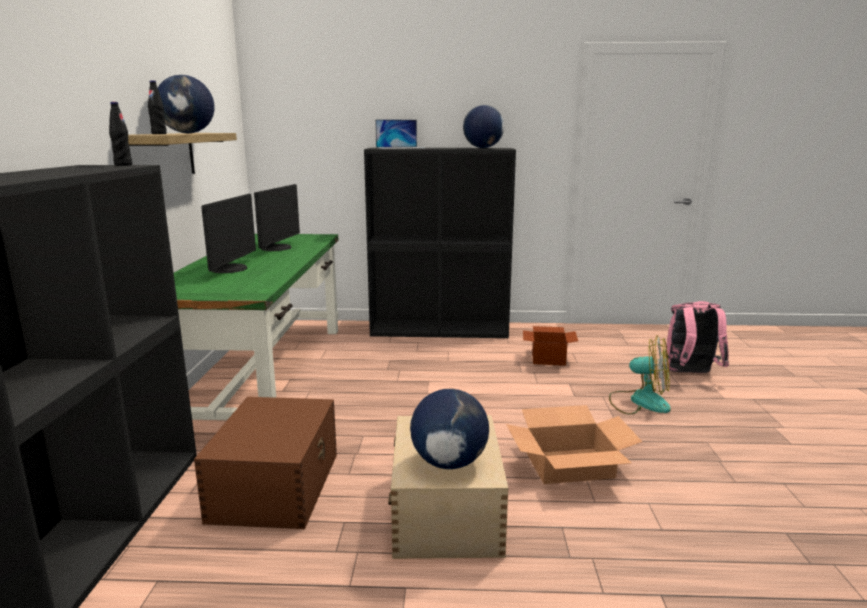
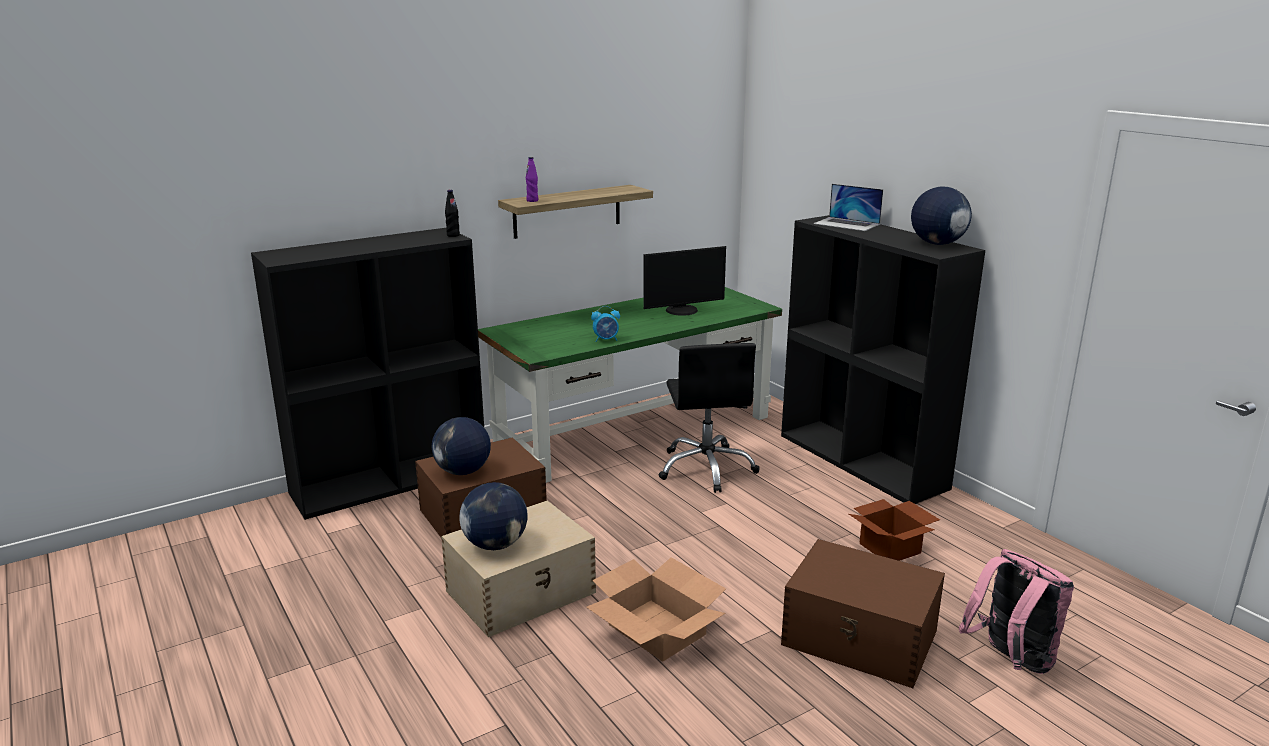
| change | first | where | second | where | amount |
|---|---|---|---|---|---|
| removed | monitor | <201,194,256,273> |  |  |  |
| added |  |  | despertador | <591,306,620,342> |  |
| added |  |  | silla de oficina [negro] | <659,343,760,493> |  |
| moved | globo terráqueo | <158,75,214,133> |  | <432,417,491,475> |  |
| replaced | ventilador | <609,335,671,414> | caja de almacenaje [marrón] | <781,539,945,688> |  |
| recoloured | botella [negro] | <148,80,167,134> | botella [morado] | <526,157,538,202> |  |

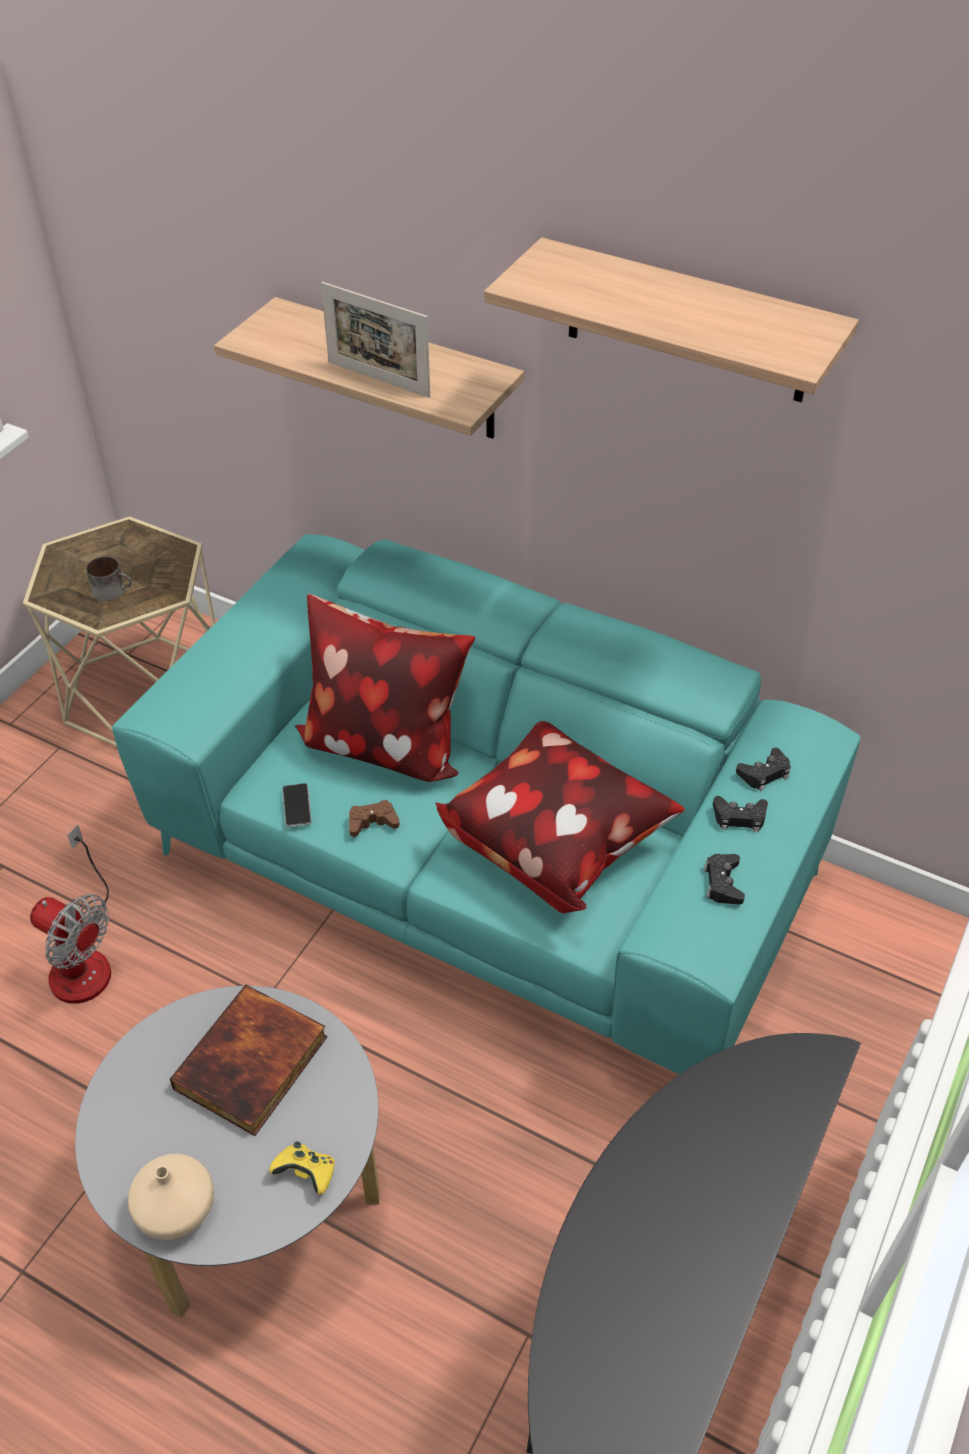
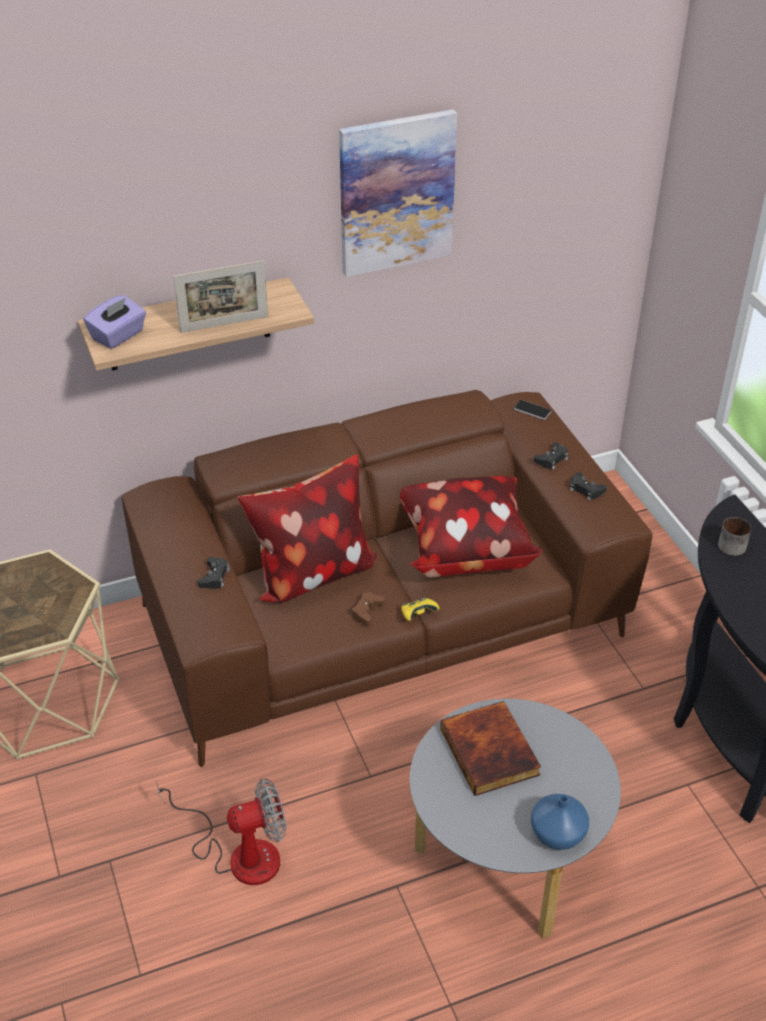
| change | first | where | second | where | amount |
|---|---|---|---|---|---|
| added |  |  | caja de pañuelos [morado] | <84,295,146,349> |  |
| moved | taza grande | <86,556,132,601> |  | <718,517,751,556> |  |
| moved | mando de consola [amarillo] | <269,1141,335,1195> |  | <401,598,439,621> |  |
| moved | móvil | <282,783,312,827> |  | <514,400,551,420> |  |
| moved | mando de consola [negro] | <736,748,791,791> |  | <198,557,230,589> |  |
| replaced | estante | <484,237,859,402> | cuadro | <339,109,457,277> |  |
| recoloured | sofá [turquesa] | <112,534,860,1074> | sofá [marrón] | <121,390,653,767> |  |
| recoloured | florero [beis] | <128,1154,214,1240> | florero [azul] | <531,794,589,850> |  |

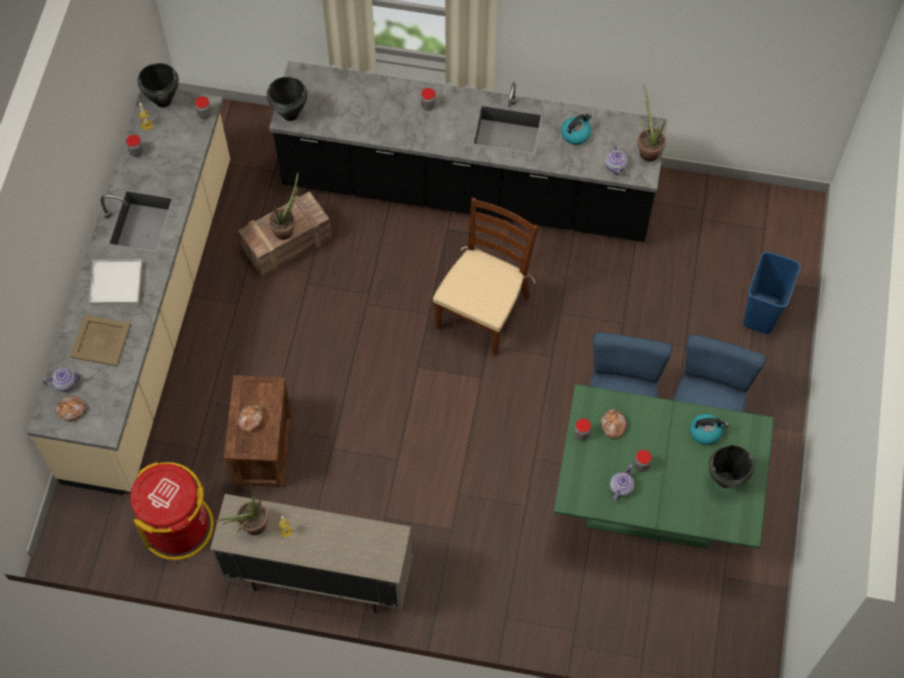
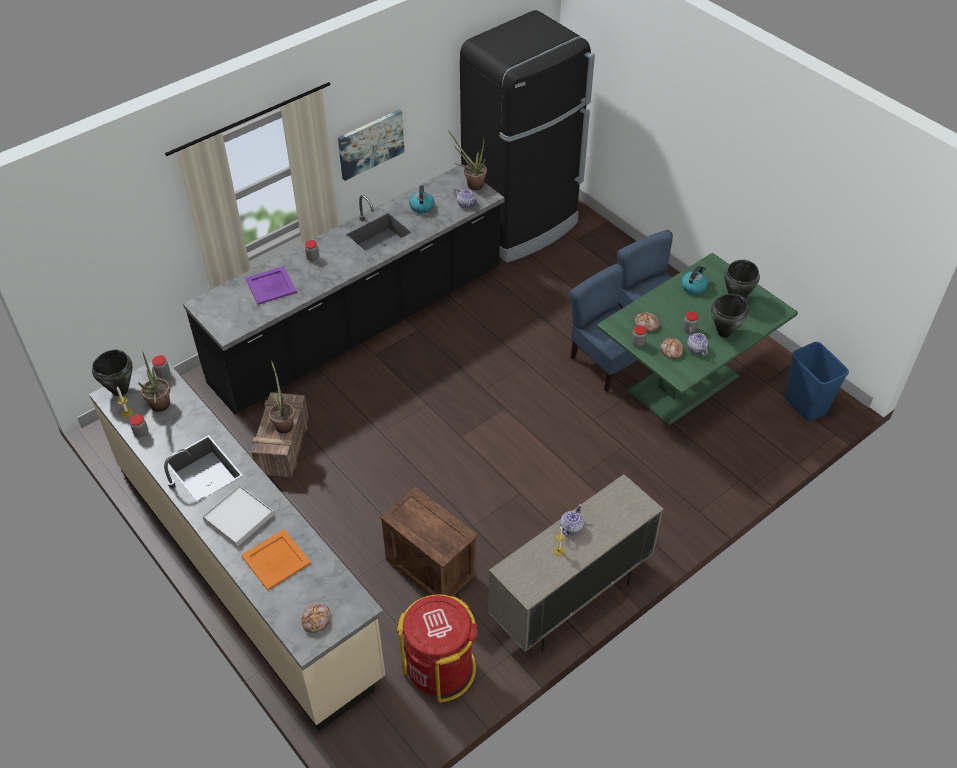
| change | first | where | second | where | amount |
|---|---|---|---|---|---|
| removed | silla [marrón] | <433,198,538,356> |  |  |  |
| added |  |  | bandeja [morado] | <245,266,297,305> |  |
| added |  |  | cuadro | <338,109,405,181> |  |
| added |  |  | nevera [negro] | <460,10,595,262> |  |
| moved | tetera | <43,368,82,392> |  | <560,504,584,537> |  |
| moved | planta en maceta | <215,488,268,535> |  | <138,350,170,412> |  |
| moved | pan | <238,405,264,432> |  | <661,337,684,359> |  |
| moved | olla [negro] | <267,77,308,121> |  | <711,294,748,337> |  |
| moved | papelera [azul] | <743,251,801,334> |  | <785,342,849,421> |  |
| recoloured | bandeja [beis] | <70,314,131,366> | bandeja [naranja] | <241,529,311,590> |  |

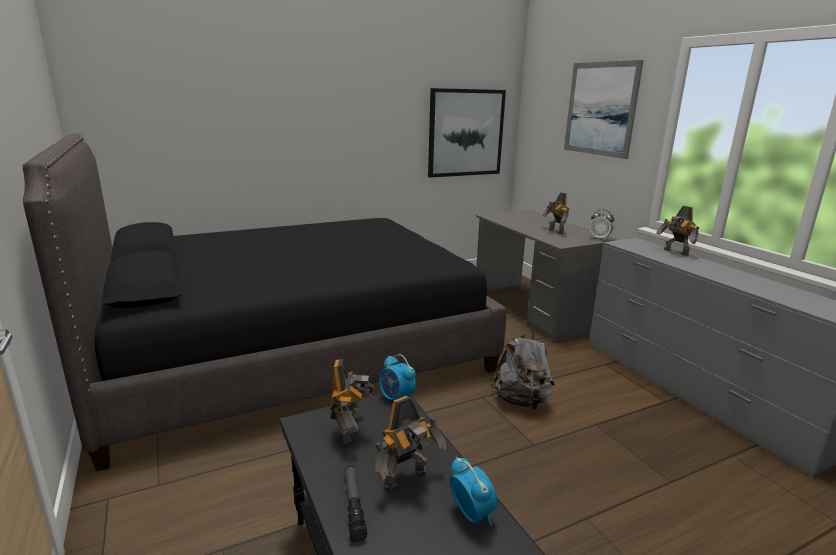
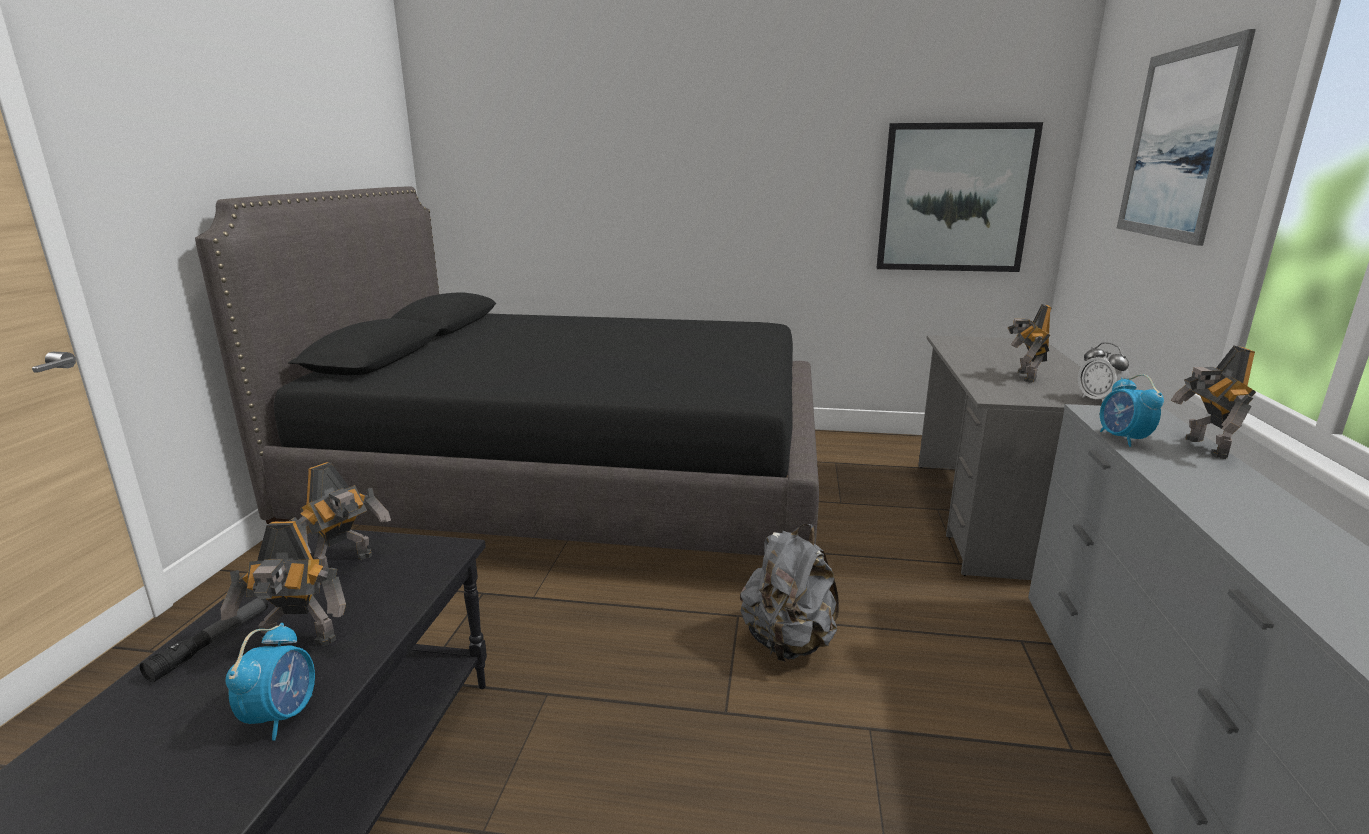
| change | first | where | second | where | amount |
|---|---|---|---|---|---|
| moved | despertador | <379,354,416,400> |  | <1100,374,1164,447> |  |

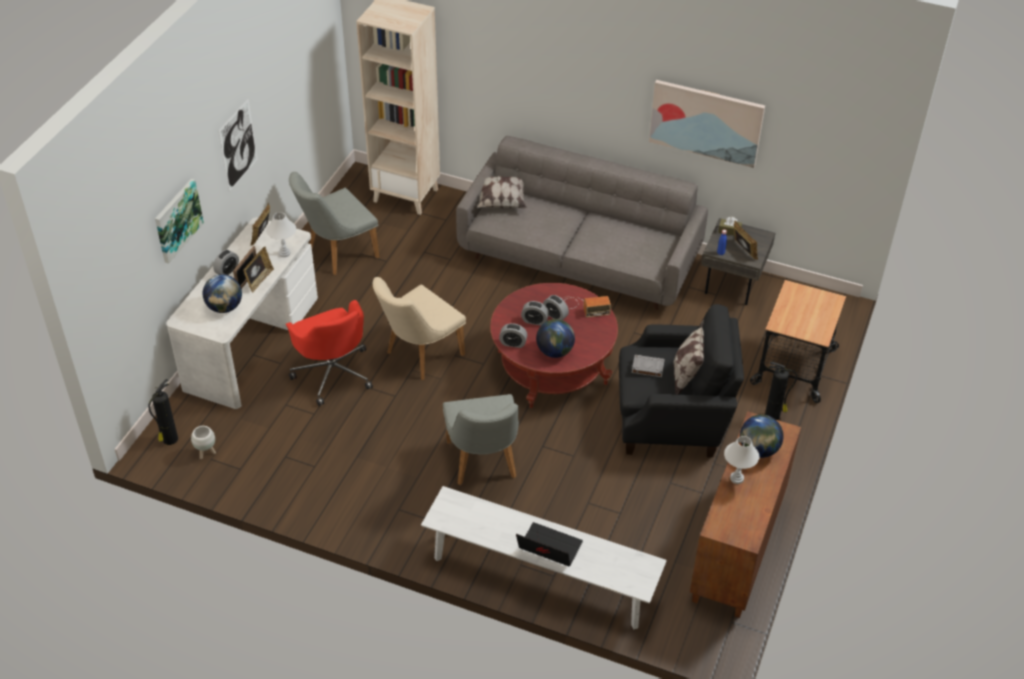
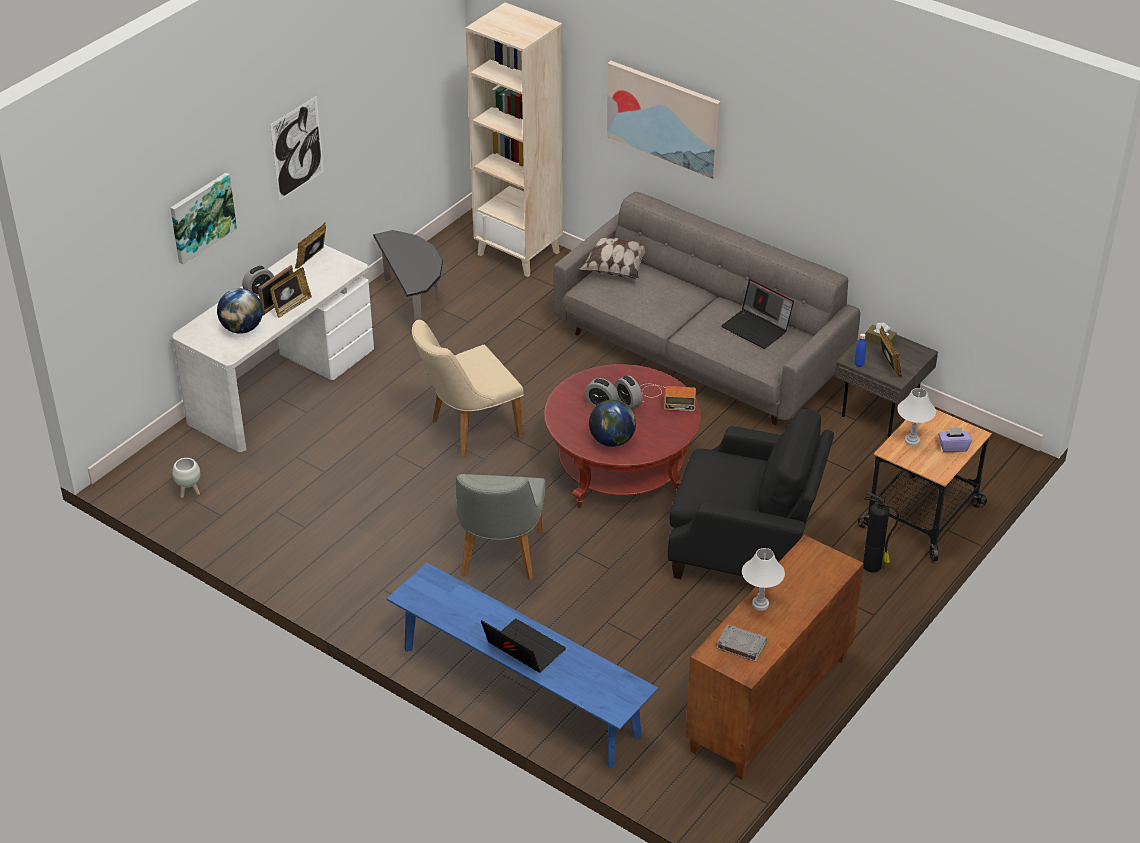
| change | first | where | second | where | amount |
|---|---|---|---|---|---|
| removed | extintor | <148,379,178,445> |  |  |  |
| removed | silla de oficina [rojo] | <286,300,373,406> |  |  |  |
| removed | despertador | <499,323,527,348> |  |  |  |
| removed | cojín | <673,319,704,395> |  |  |  |
| removed | globo terráqueo | <740,415,784,458> |  |  |  |
| added |  |  | portátil | <721,279,794,349> |  |
| added |  |  | caja de pañuelos [morado] | <938,427,972,452> |  |
| moved | lámpara de mesa [blanco] | <266,212,296,257> |  | <897,388,936,446> |  |
| moved | libro [gris] | <632,355,665,377> |  | <716,624,767,662> |  |
| moved | cuadro | <649,80,765,168> |  | <607,61,721,179> |  |
| replaced | silla [gris] | <289,172,379,275> | mesa auxiliar | <373,230,443,321> |  |
| recoloured | banco [blanco] | <421,486,667,629> | banco [azul] | <387,563,658,767> |  |

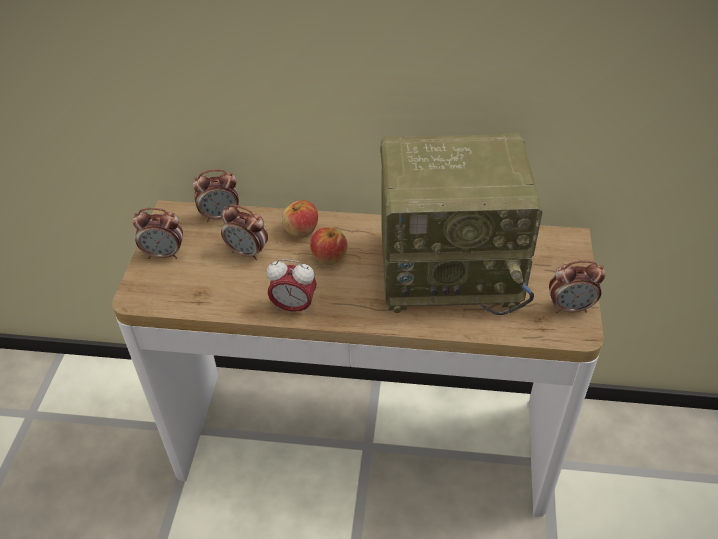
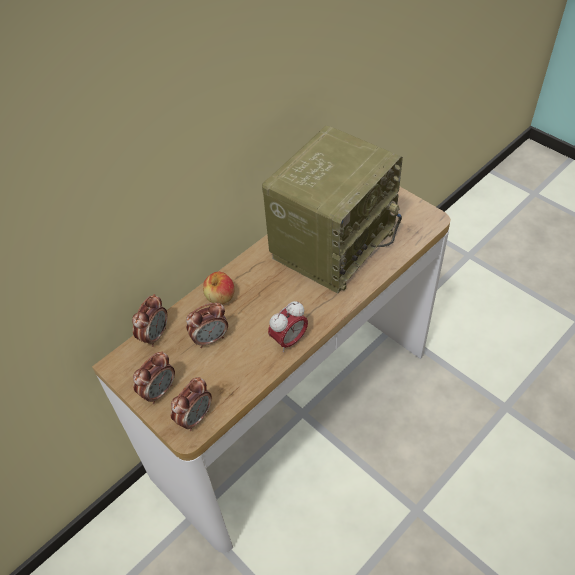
| change | first | where | second | where | amount |
|---|---|---|---|---|---|
| removed | manzana | <310,227,348,265> |  |  |  |
| moved | despertador | <549,260,605,313> |  | <171,377,212,431> |  |

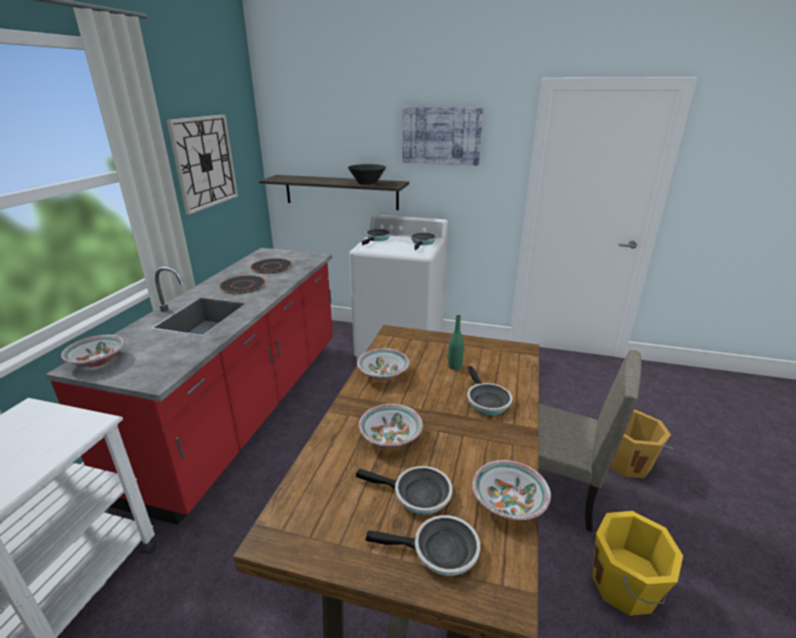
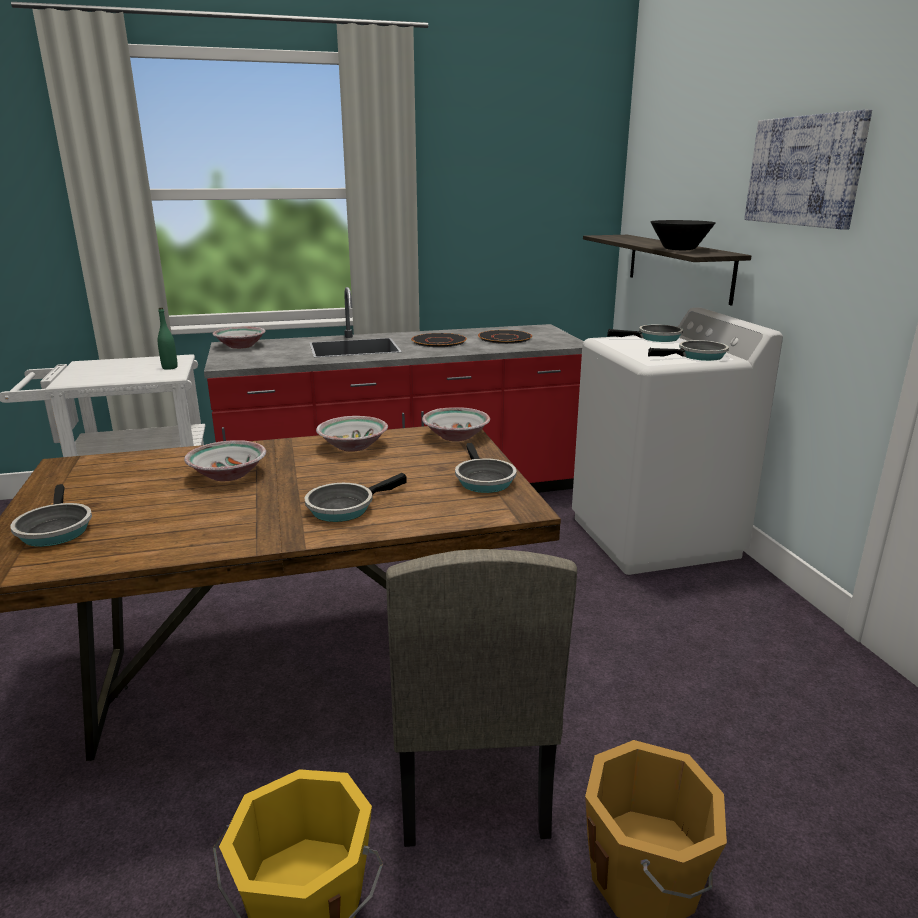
| change | first | where | second | where | amount |
|---|---|---|---|---|---|
| removed | reloj de pared | <166,115,238,214> |  |  |  |
| moved | sartén | <356,466,453,515> |  | <455,443,517,493> |  |
| moved | botella [verde] | <448,315,464,370> |  | <158,308,178,370> |  |
| moved | cuenco | <472,460,551,520> |  | <422,407,490,441> |  |

